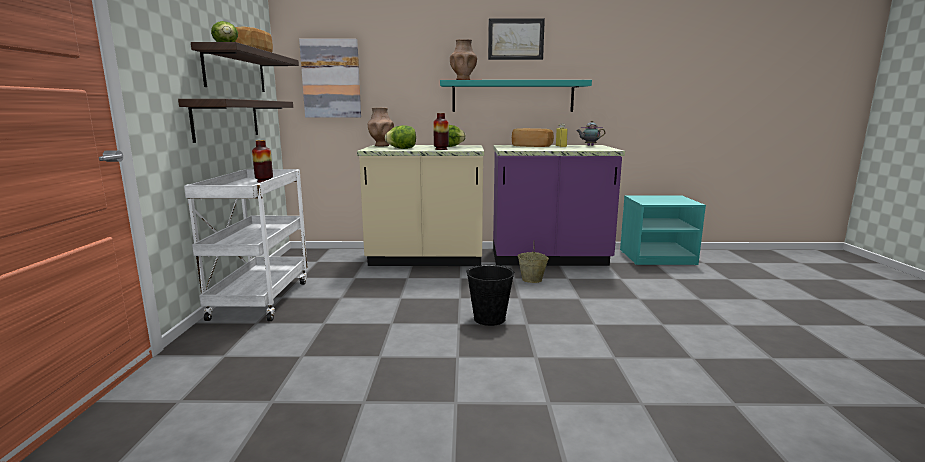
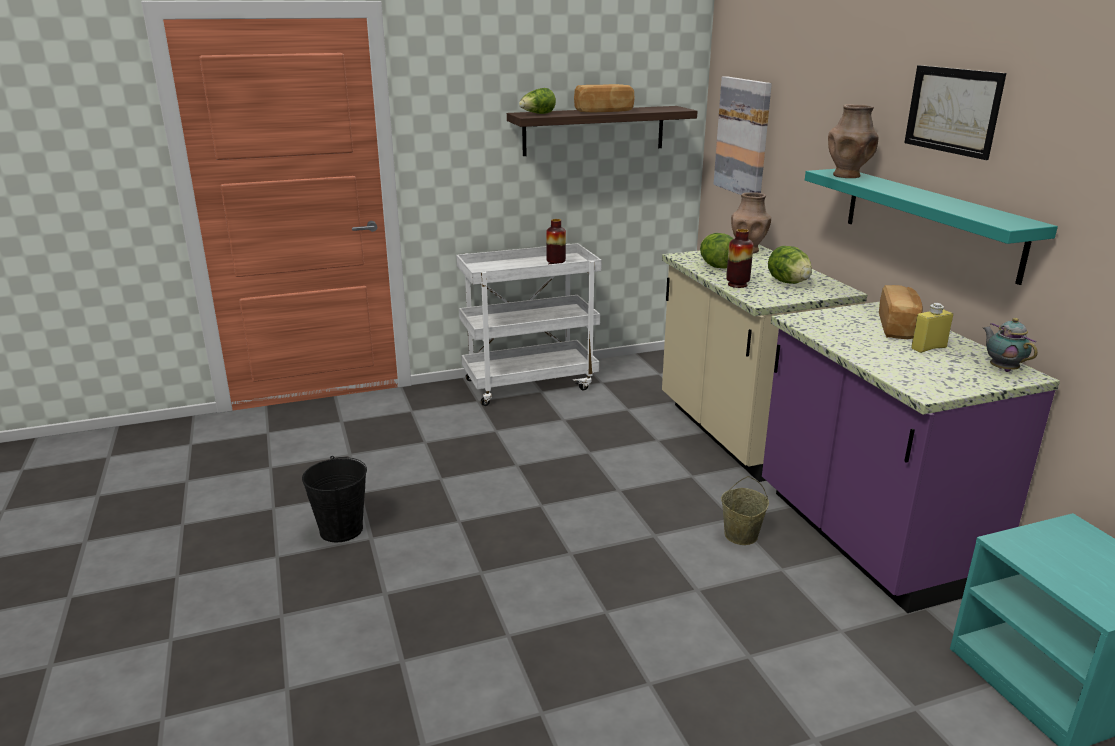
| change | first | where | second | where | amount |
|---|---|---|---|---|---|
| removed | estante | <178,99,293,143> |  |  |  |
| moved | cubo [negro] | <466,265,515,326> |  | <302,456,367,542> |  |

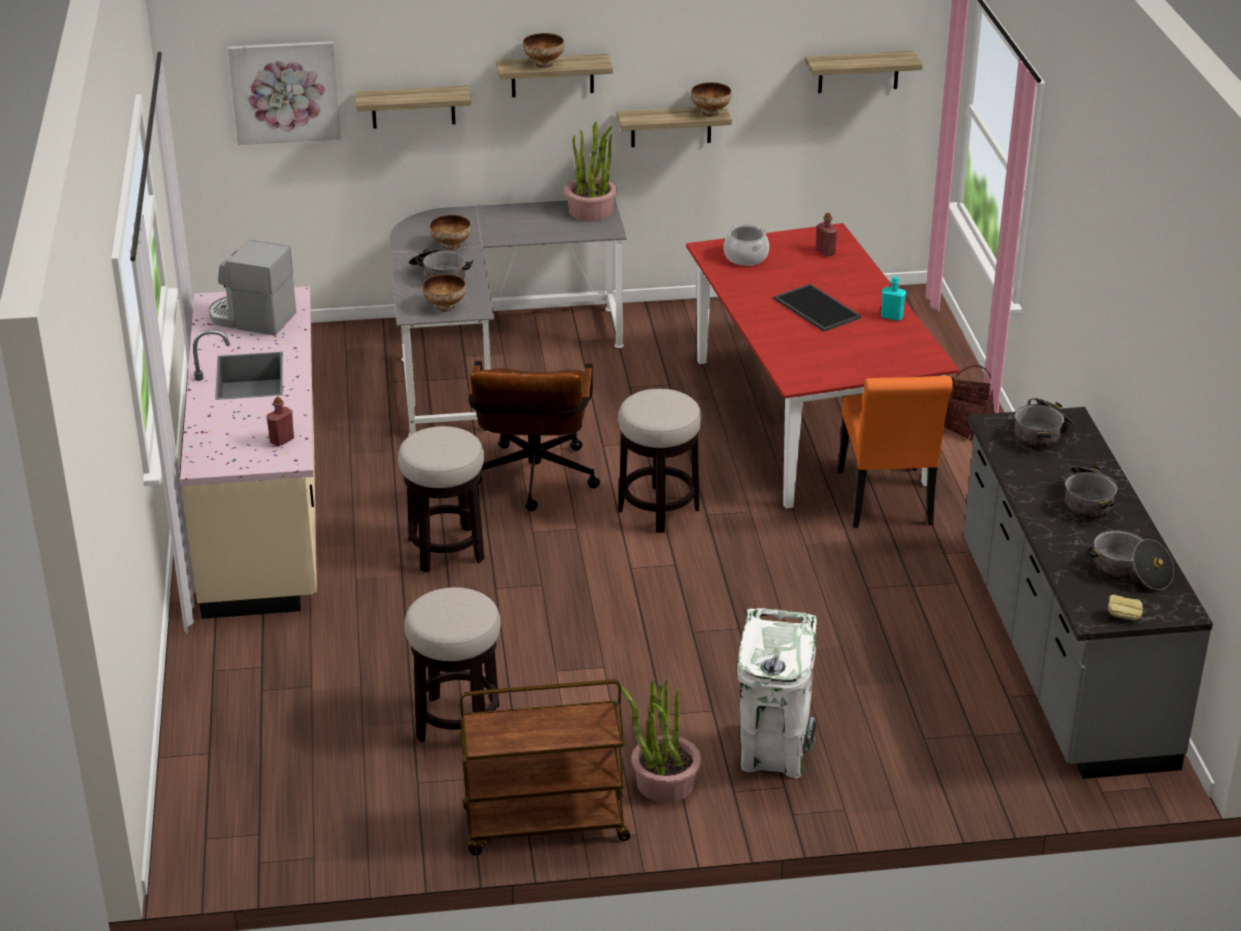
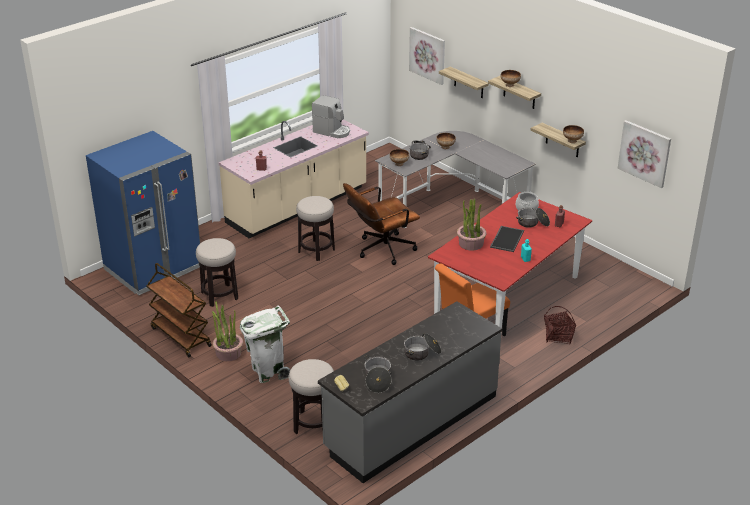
| change | first | where | second | where | amount |
|---|---|---|---|---|---|
| added |  |  | nevera [azul] | <86,131,200,295> |  |
| moved | planta en maceta | <564,121,617,221> |  | <457,198,486,250> |  |
| moved | taburete | <618,389,701,533> |  | <289,359,334,434> |  |
| moved | olla | <1014,398,1074,449> |  | <516,208,550,228> |  |
| replaced | estante | <805,51,923,93> | cuadro | <617,120,671,188> |  |
| turned | cafetera | <208,240,296,336> |  | <312,95,350,138> | 135 degrees clockwise |

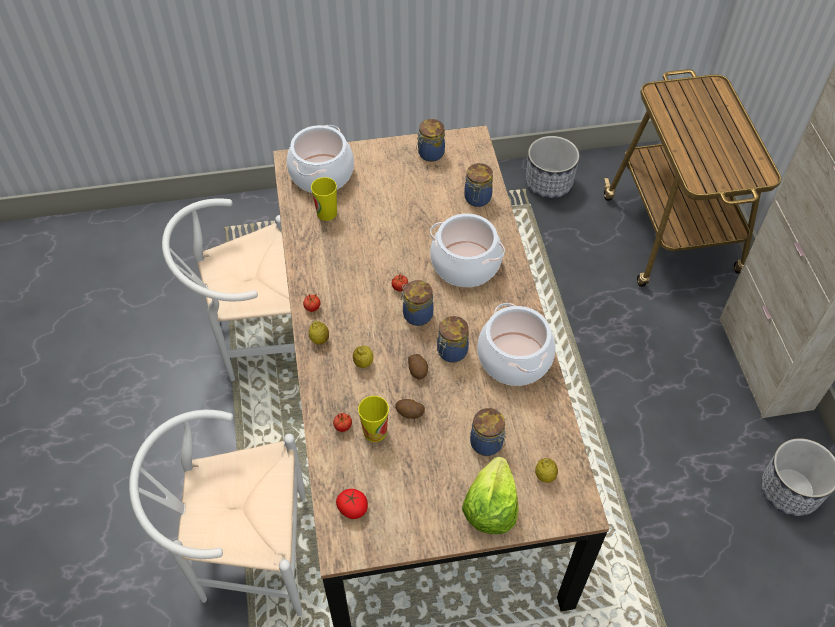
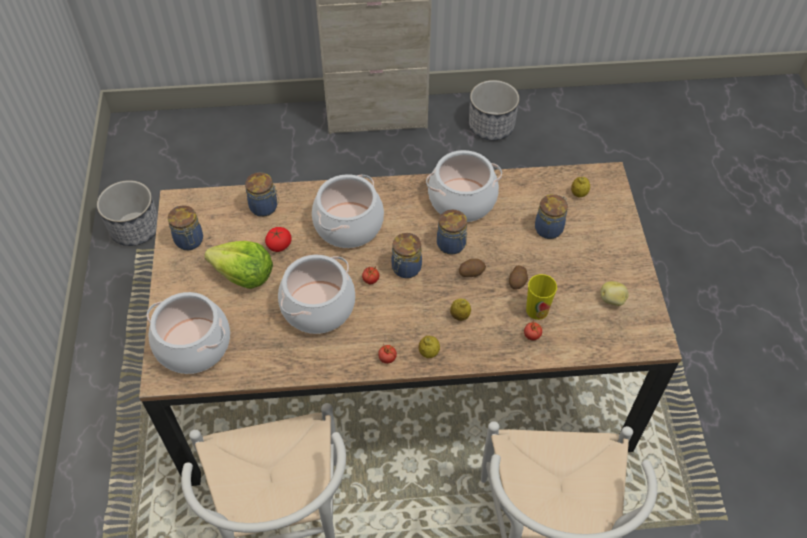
| change | first | where | second | where | amount |
|---|---|---|---|---|---|
| removed | taza | <311,177,337,221> |  |  |  |
| removed | carrito | <604,69,781,287> |  |  |  |
| added |  |  | olla | <278,255,355,334> |  |
| added |  |  | patata | <600,281,629,306> |  |
| moved | tomate | <336,489,368,519> |  | <265,227,292,252> |  |
| moved | lechuga | <462,457,519,534> |  | <204,241,273,289> |  |

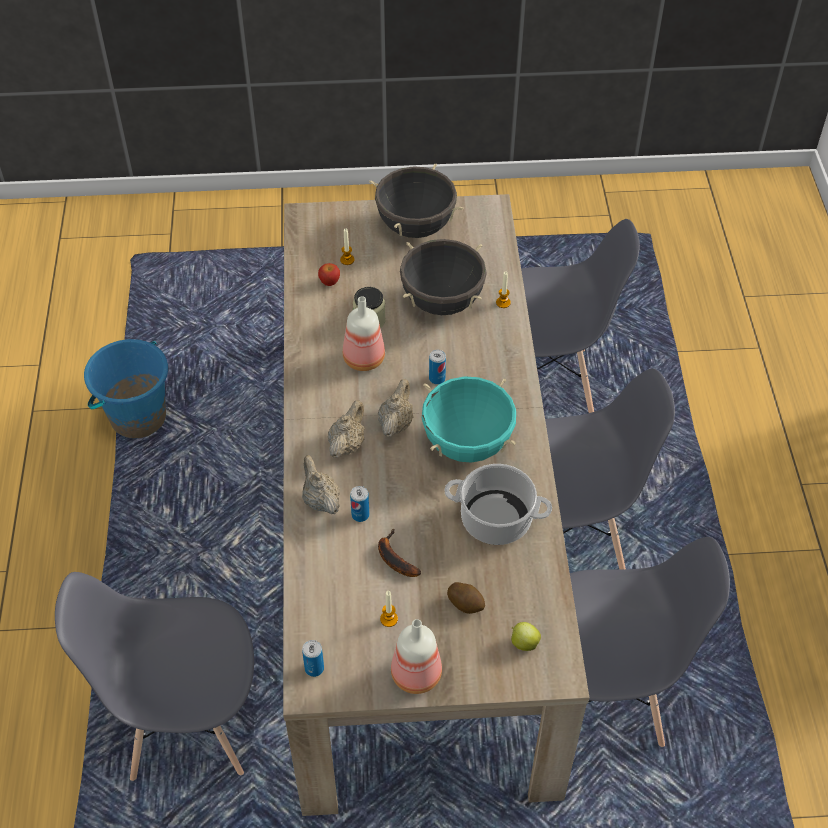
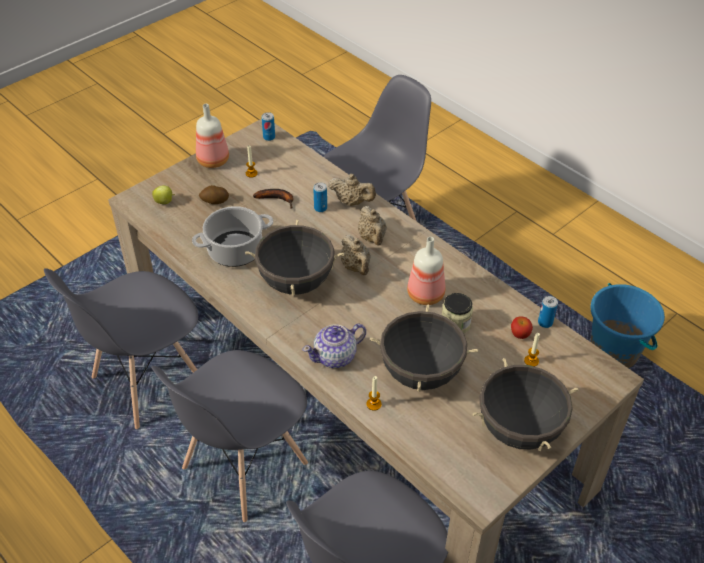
| change | first | where | second | where | amount |
|---|---|---|---|---|---|
| added |  |  | tetera | <302,323,366,368> |  |
| moved | lata | <429,350,446,385> |  | <538,296,558,328> |  |
| recoloured | olla [turquesa] | <422,376,516,462> | olla [negro] | <245,219,344,296> |  |

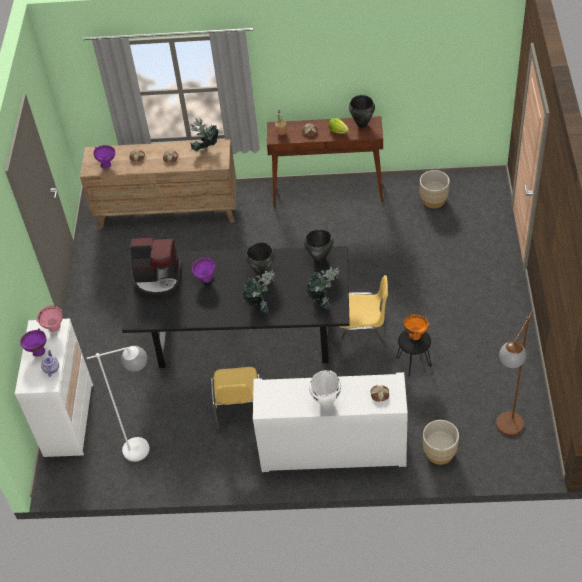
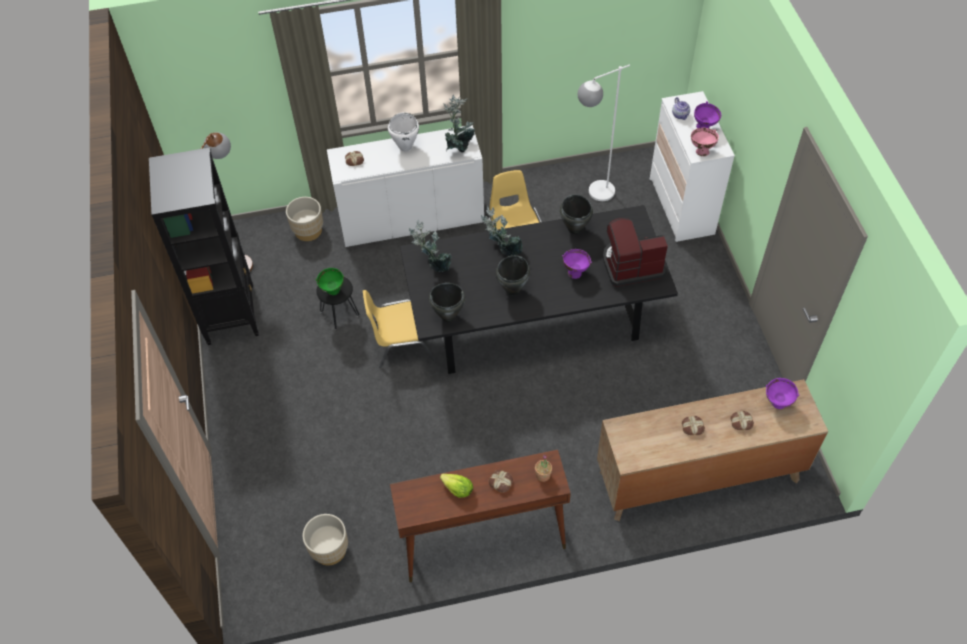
| change | first | where | second | where | amount |
|---|---|---|---|---|---|
| added |  |  | estantería [negro] | <149,148,259,345> |  |
| moved | planta en maceta | <190,118,219,152> |  | <443,94,475,153> |  |
| moved | olla [negro] | <349,95,375,128> |  | <560,194,593,234> |  |
| recoloured | cuenco [naranja] | <403,314,429,340> | cuenco [verde] | <315,268,344,295> |  |

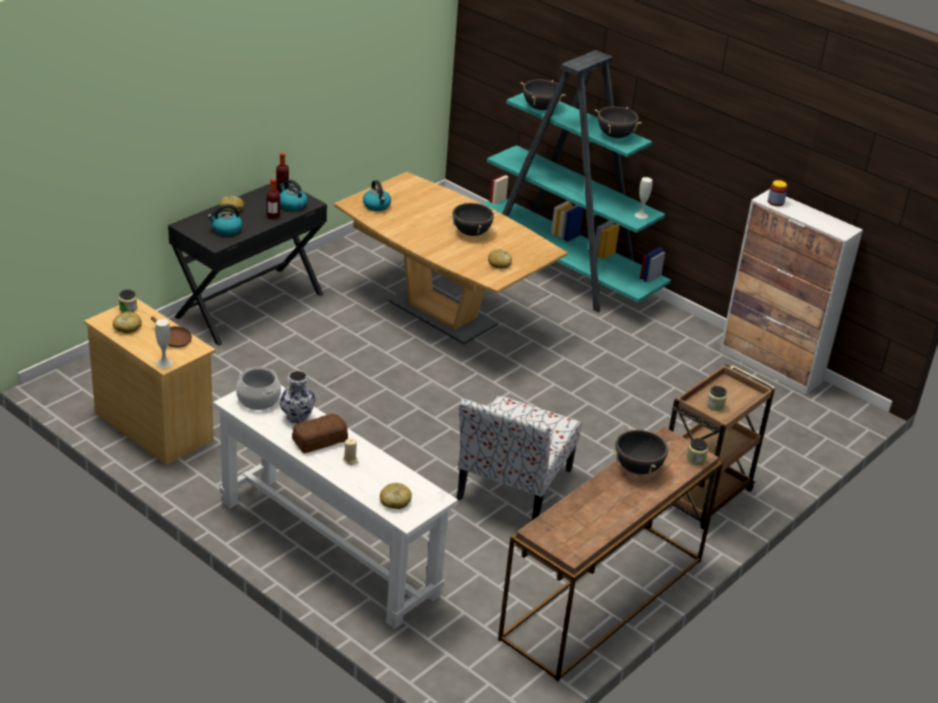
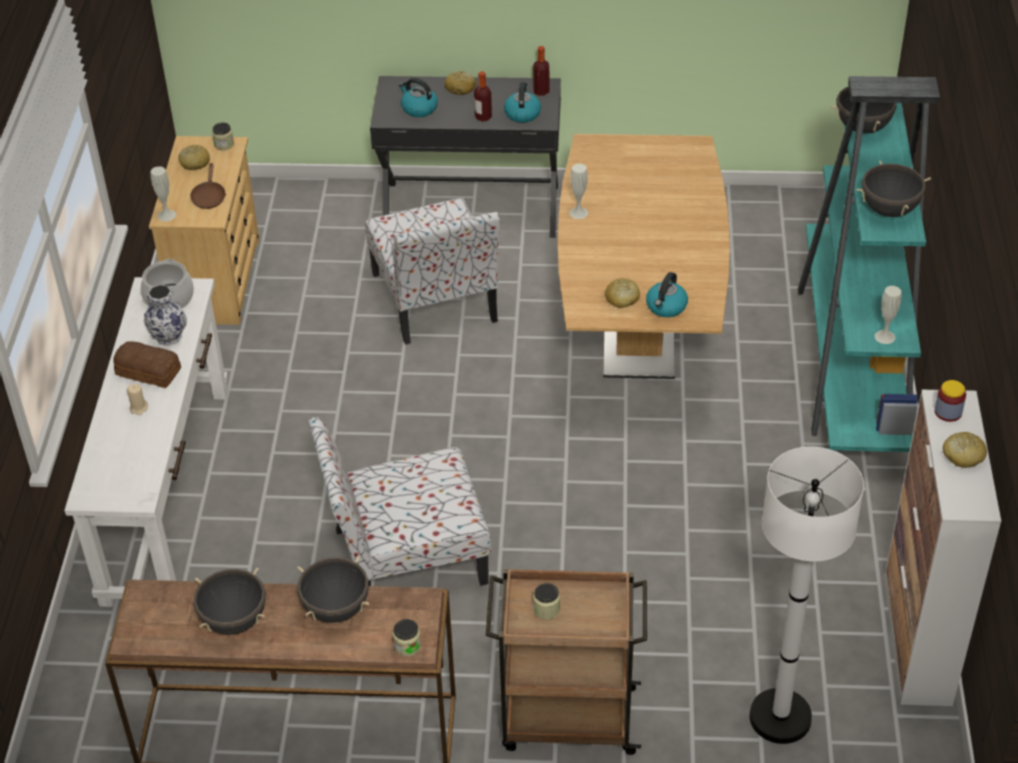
| change | first | where | second | where | amount |
|---|---|---|---|---|---|
| added |  |  | silla | <365,198,500,345> |  |
| added |  |  | florero [blanco] | <569,164,588,219> |  |
| added |  |  | lámpara de pie [blanco] | <749,447,864,744> |  |
| moved | hervidor | <363,180,391,211> |  | <646,272,688,317> |  |
| moved | pan | <380,483,412,509> |  | <943,432,987,468> |  |
| moved | olla [negro] | <449,201,498,236> |  | <193,568,266,635> |  |

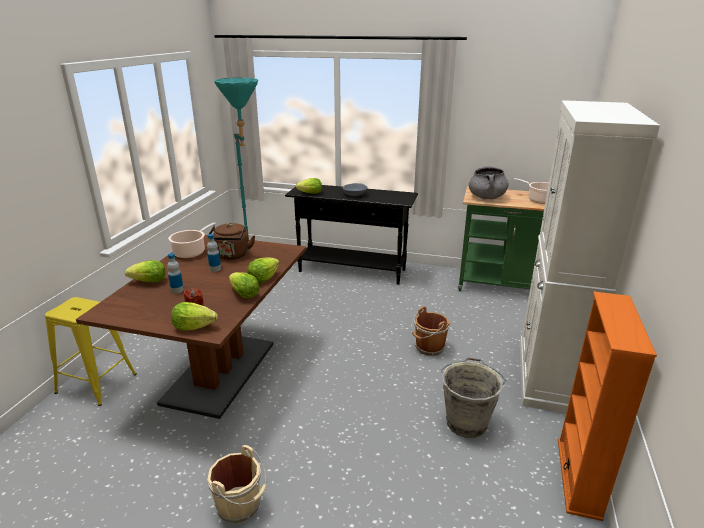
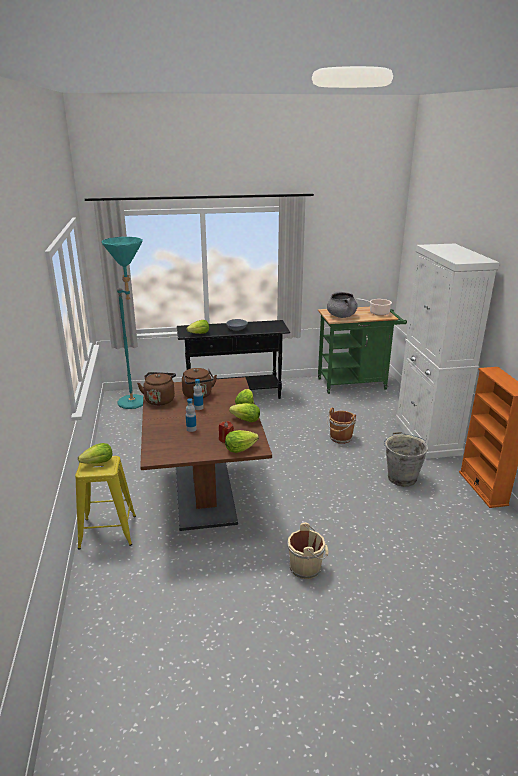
| change | first | where | second | where | amount |
|---|---|---|---|---|---|
| moved | lechuga | <125,260,166,282> |  | <78,443,112,464> |  |
| replaced | olla | <168,222,216,258> | hervidor [marrón] | <137,372,176,406> |  |

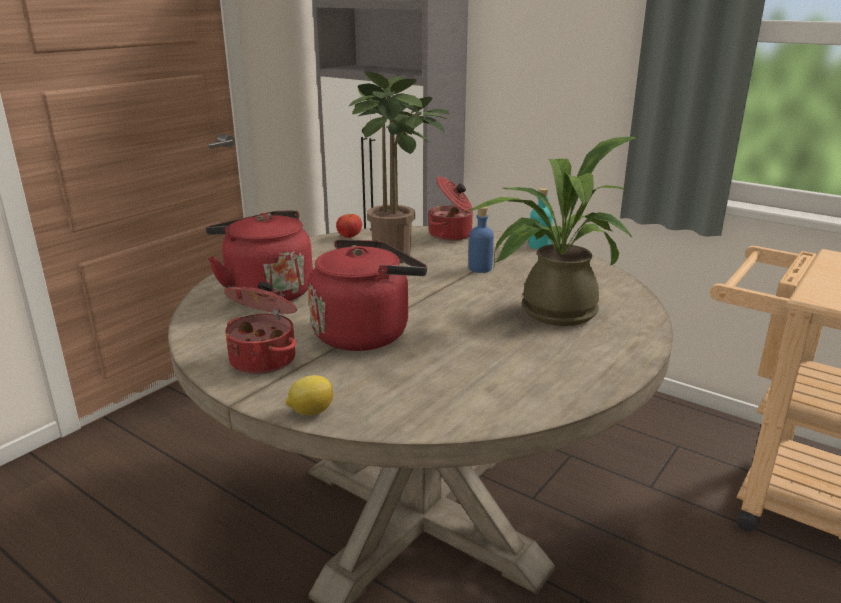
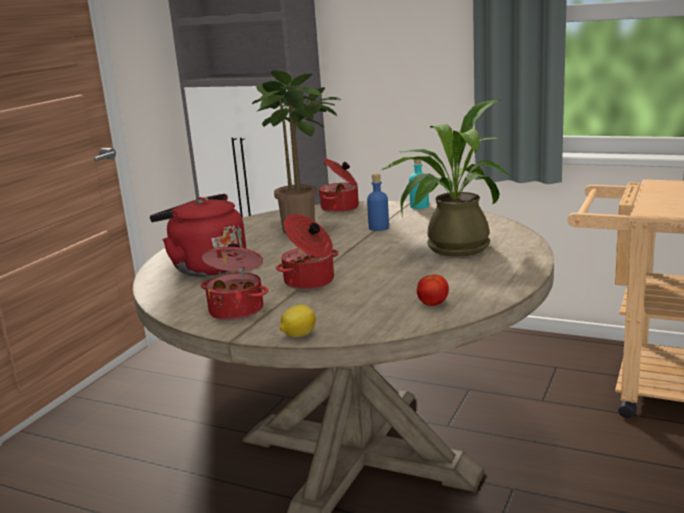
| change | first | where | second | where | amount |
|---|---|---|---|---|---|
| moved | tomate | <336,214,362,238> |  | <417,274,449,306> |  |
| replaced | hervidor [rojo] | <308,239,427,351> | olla | <276,214,338,290> |  |

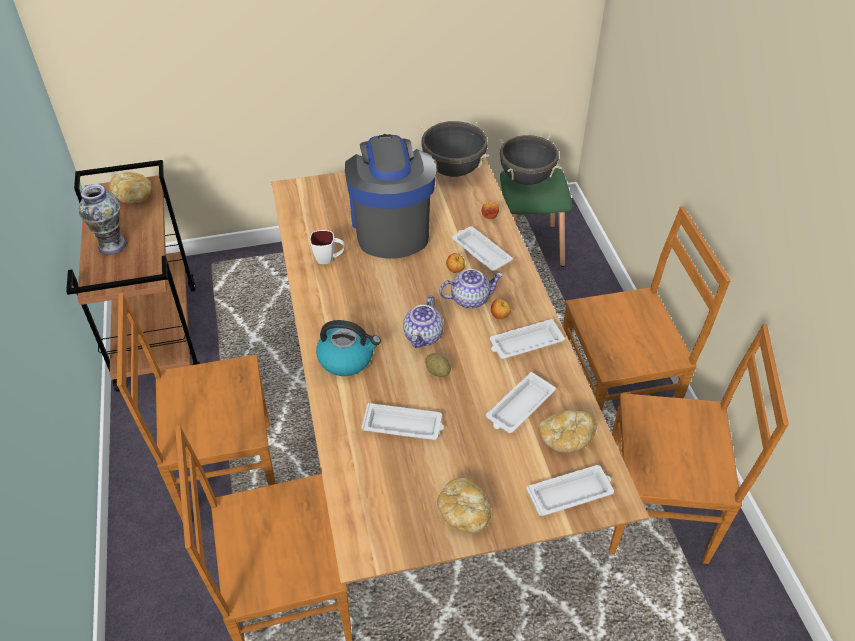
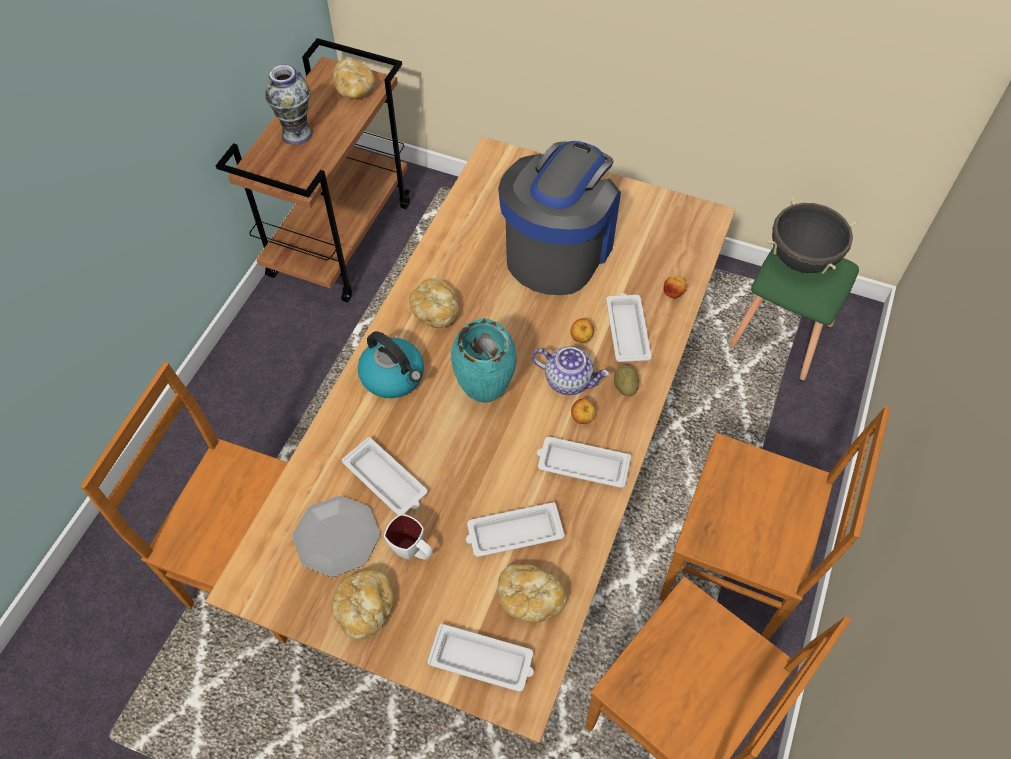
| change | first | where | second | where | amount |
|---|---|---|---|---|---|
| removed | silla [marrón] | <117,293,276,522> |  |  |  |
| removed | olla [negro] | <421,121,489,177> |  |  |  |
| added |  |  | plato | <292,496,380,577> |  |
| added |  |  | pan | <409,278,459,328> |  |
| moved | taza grande [blanco] | <310,230,345,264> |  | <384,514,433,560> |  |
| moved | patata | <425,353,451,377> |  | <614,365,639,396> |  |
| replaced | tetera | <403,295,444,348> | florero [turquesa] | <451,318,517,403> |  |

